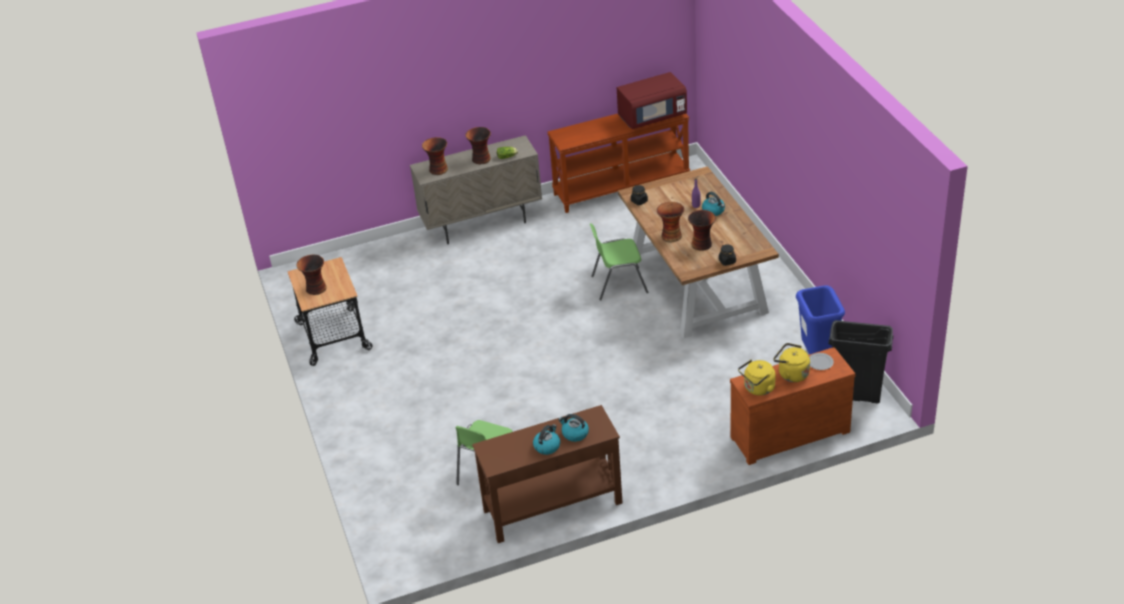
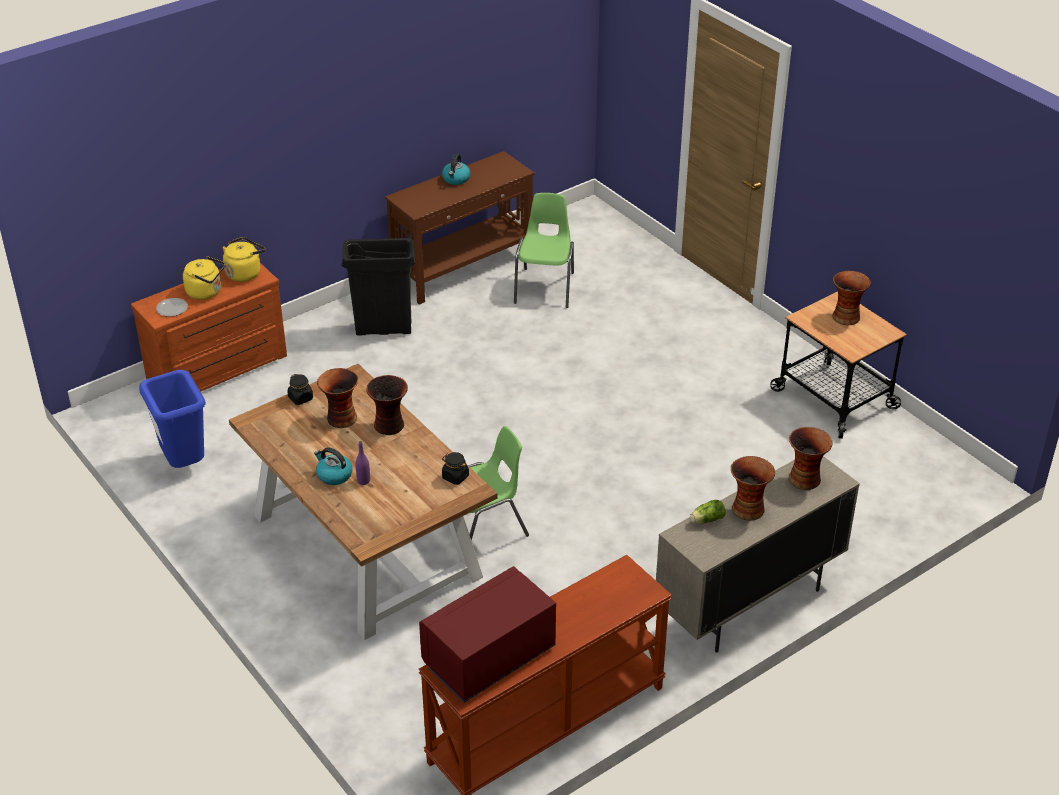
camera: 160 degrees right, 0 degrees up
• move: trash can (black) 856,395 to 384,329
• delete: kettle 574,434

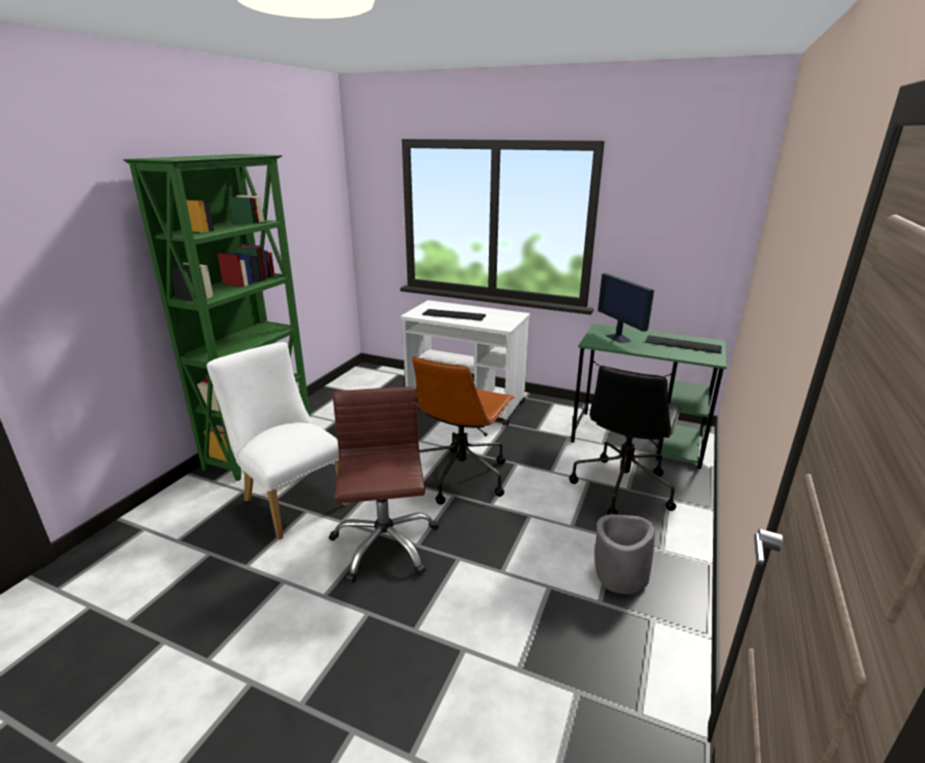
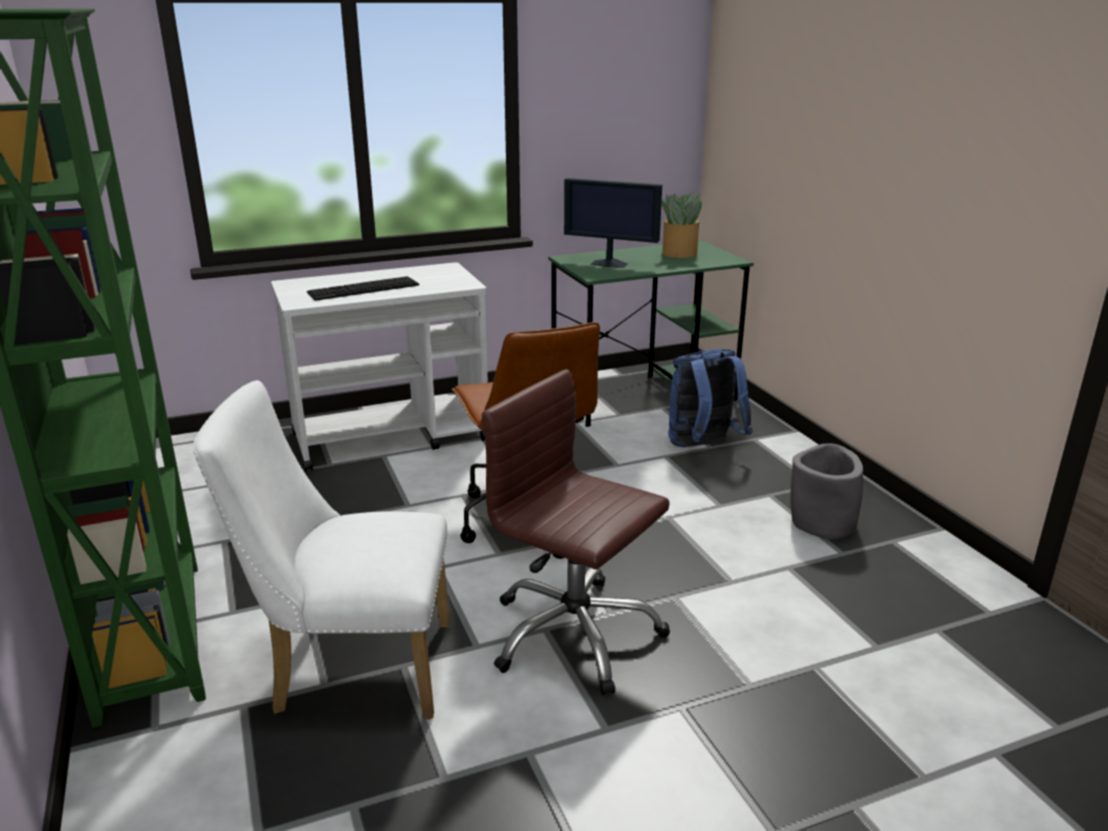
camera: 45 degrees left, 0 degrees up
• replace: keyboard 683,344 to potted plant 678,253
• replace: office chair (black) 622,487 to backpack (blue) 702,447

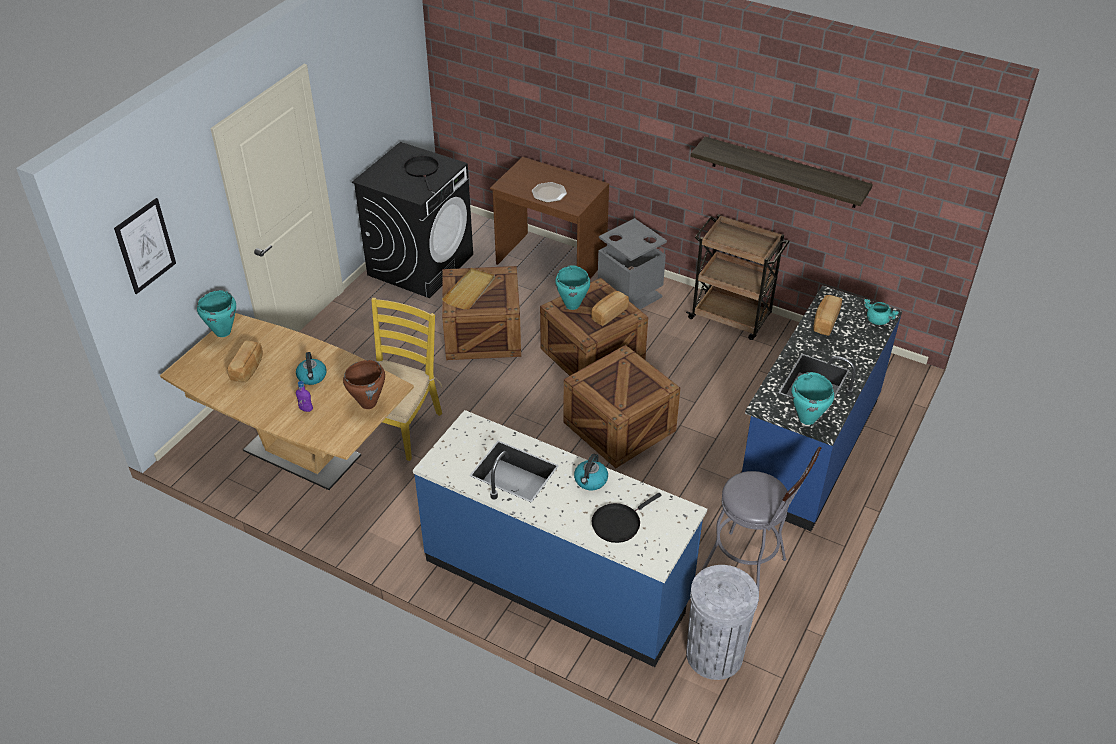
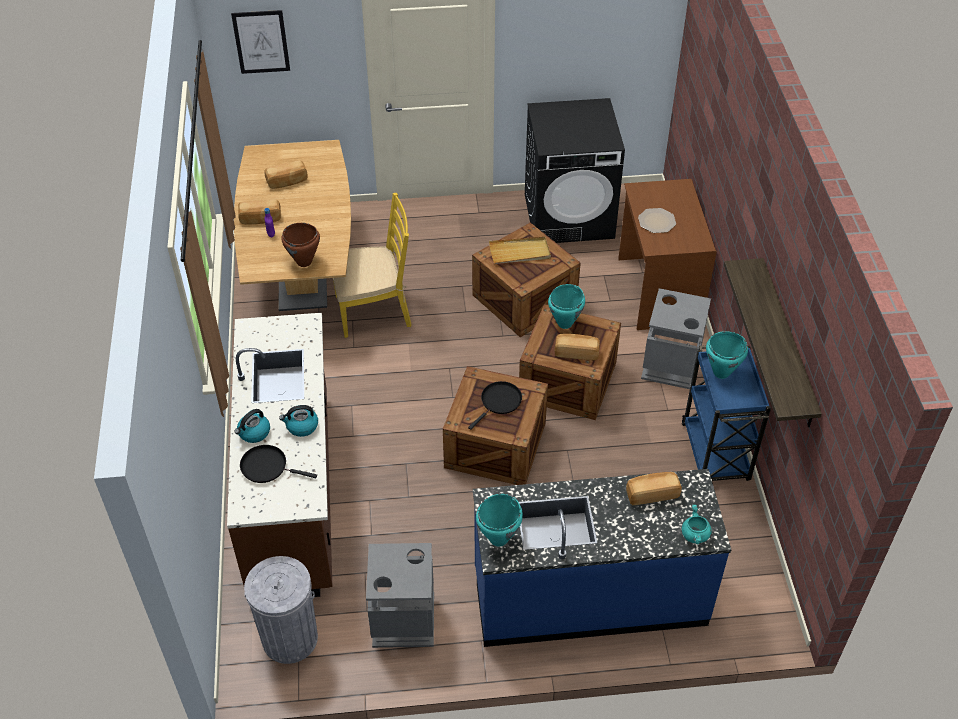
camera: 55 degrees right, 5 degrees up
• recolor: counter (blue) 557,579 to counter (brown) 293,493
• move: kettle 312,377 to 254,433
• insert: bread 260,219
• replace: stool (grey) 750,569 to trash can (grey) 403,620
• move: frying pan (black) 422,170 to 499,402
• recolor: cart (brown) 731,317 to cart (blue) 715,454
• move: cooking pot (turquoise) 222,332 to 721,372

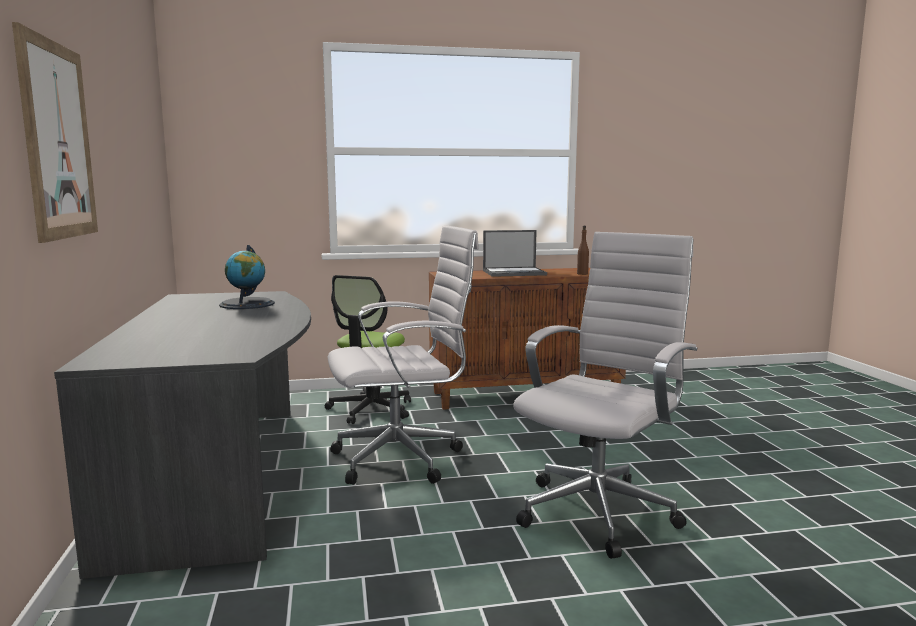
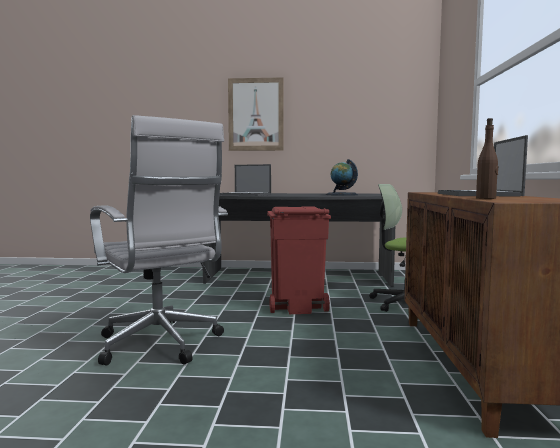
camera: 105 degrees right, 5 degrees down
• insert: laptop 246,195
• replace: office chair (white) 403,459 to trash can (red) 296,306

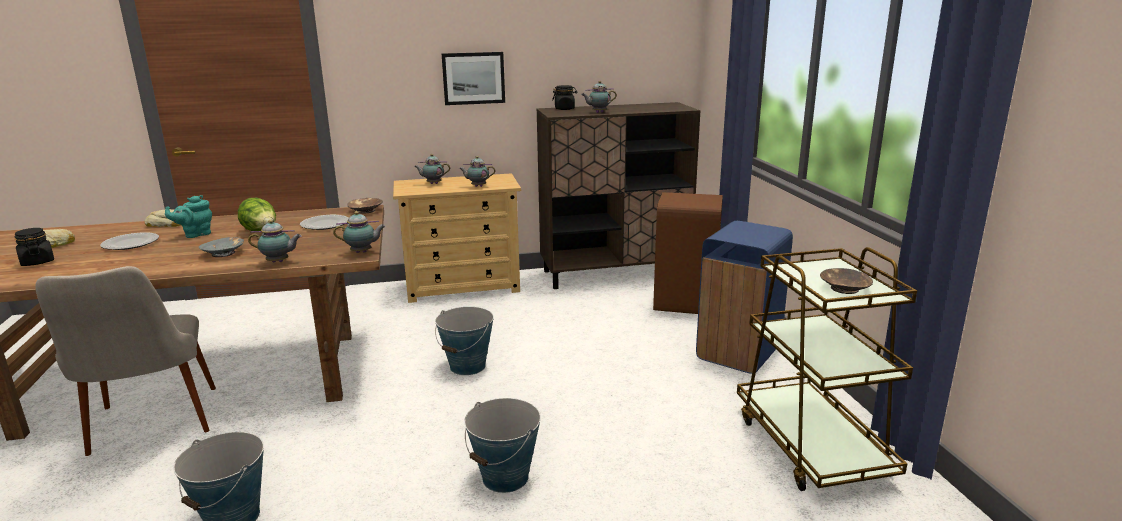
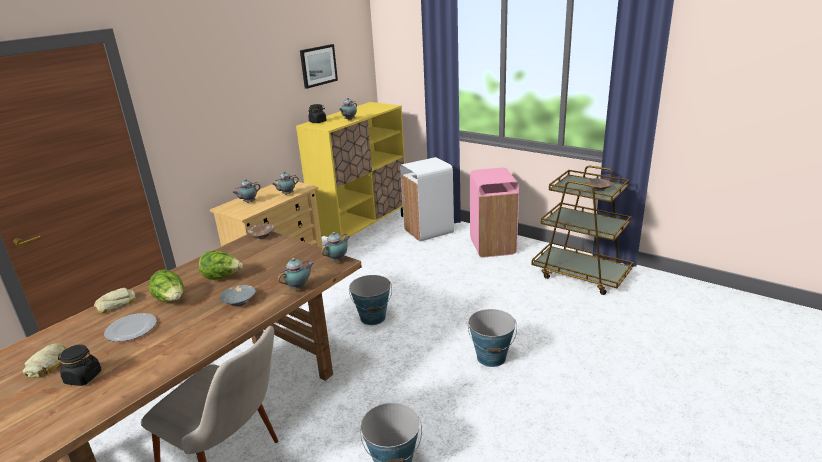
camera: 40 degrees left, 5 degrees up
• replace: teapot (turquoise) 195,234 to lettuce 171,300
• recolor: cabinet (brown) 615,273 to cabinet (yellow) 362,229
• move: picture 473,78 to 318,66
• recolor: trash can (brown) 685,304 to trash can (white) 429,231
• recolor: trash can (blue) 739,352 to trash can (pink) 493,246
• delete: plate 324,224

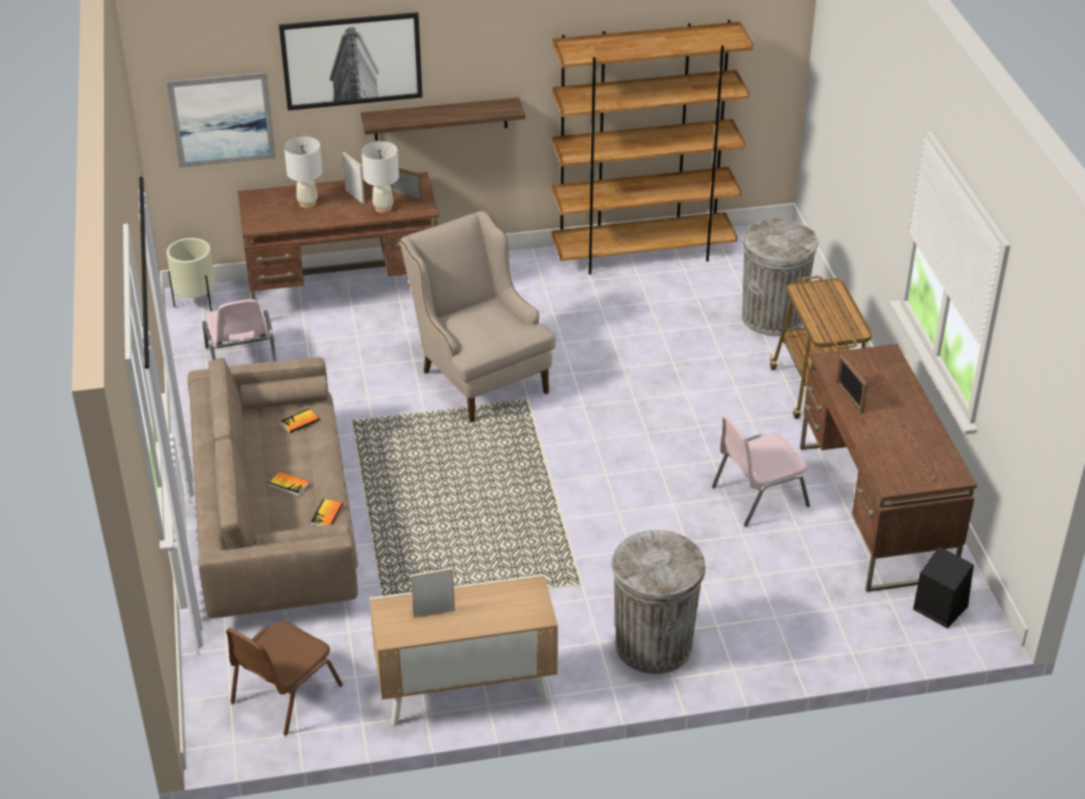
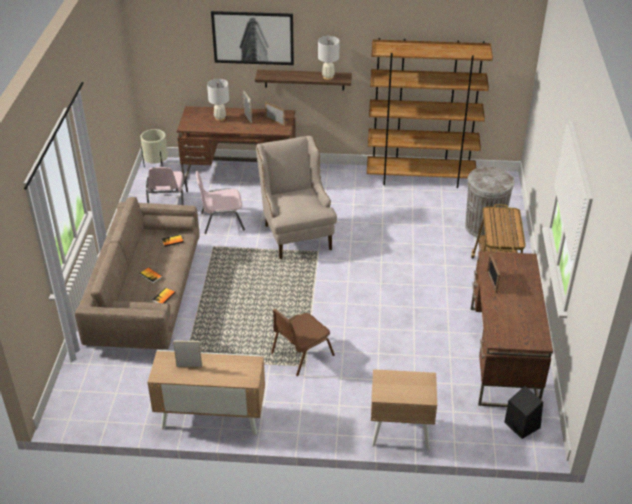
camera: 15 degrees right, 0 degrees up
• move: chair (pink) 758,496 to 221,221
• move: chair (brown) 284,694 to 301,354
• move: table lamp (white) 383,208 to 328,77
• insert: nightstand (beige) 400,431
• delete: picture 222,119
• delete: trash can (grey) 654,645

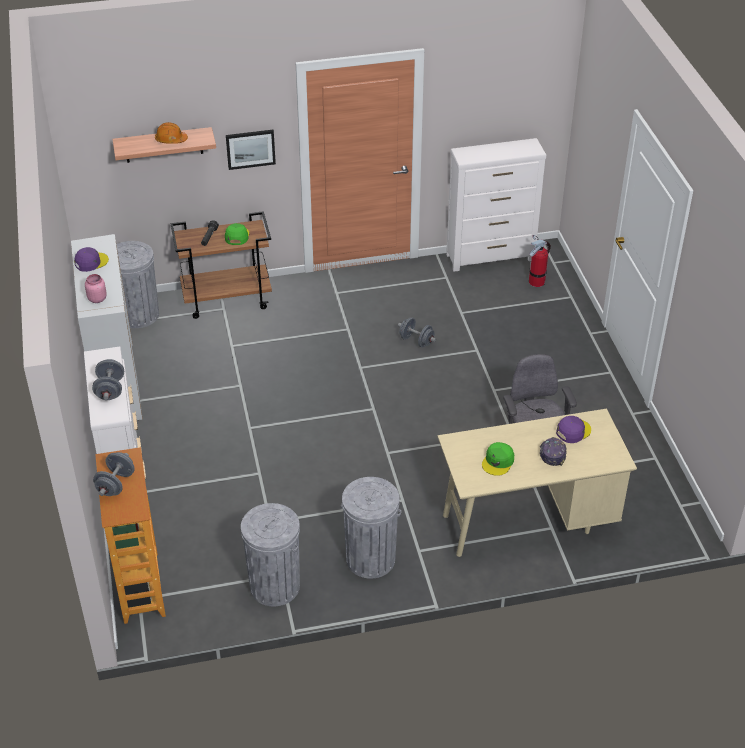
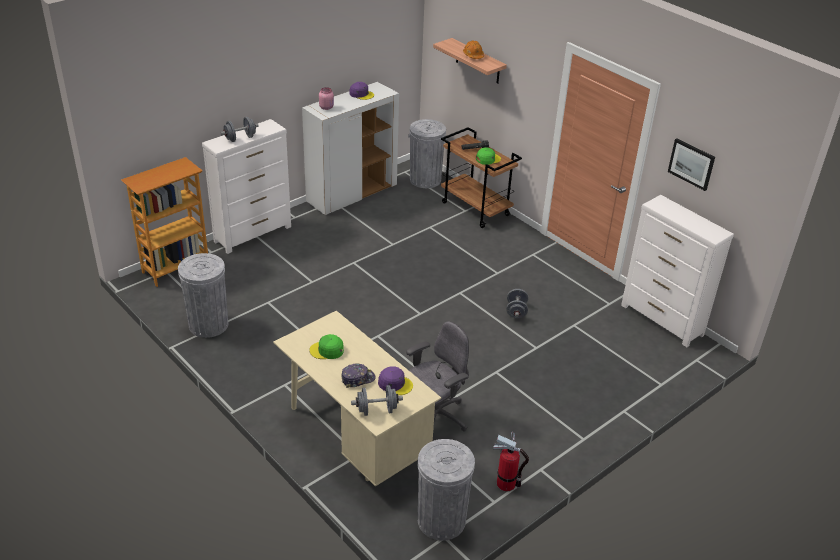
camera: 60 degrees right, 5 degrees down
• move: dumbbell (grey) 115,484 to 377,410
• move: trash can (grey) 370,559 to 441,520
• move: fire extinguisher 536,281 to 506,483
• move: picture 250,149 to 691,164

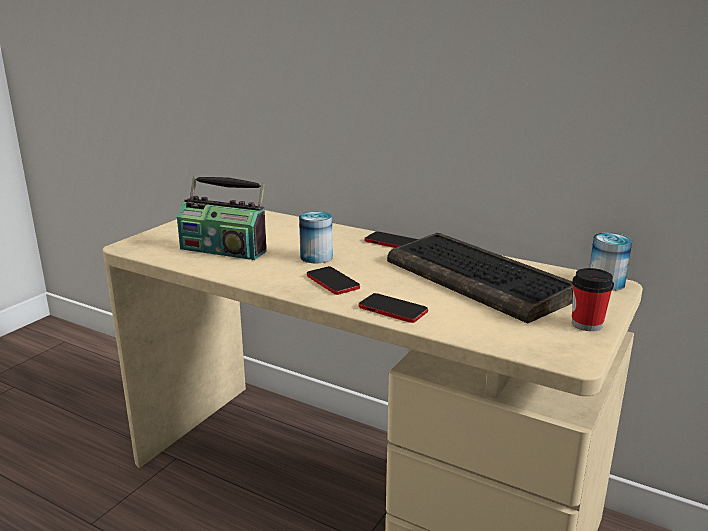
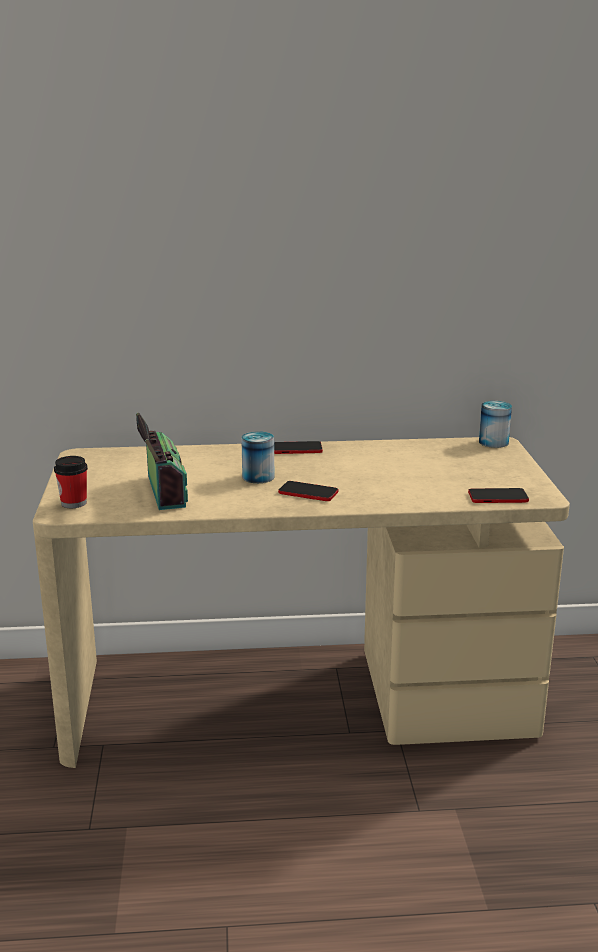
camera: 35 degrees left, 0 degrees up
• move: cup 586,324 to 74,503
• rotate: radio 224,249 = 163,491 90 degrees counterclockwise
• move: phone 393,309 to 498,497
• delete: keyboard 481,279

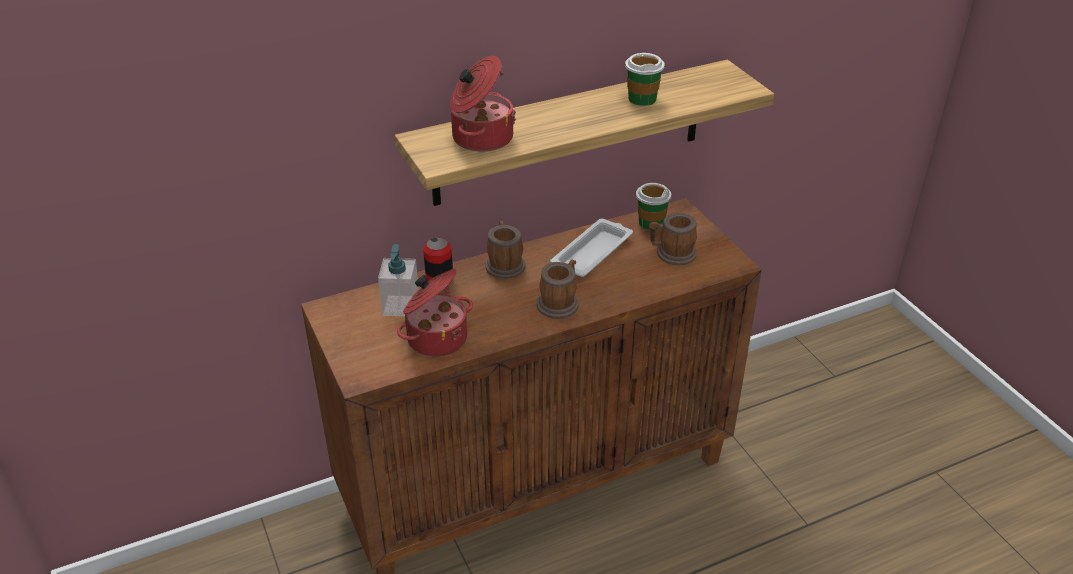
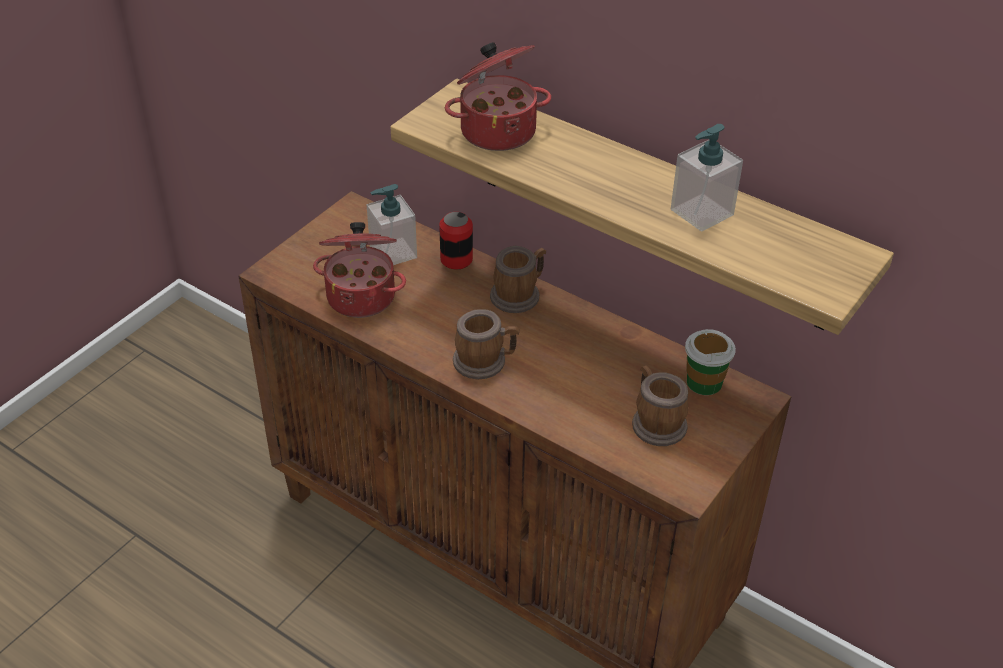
camera: 60 degrees right, 5 degrees up
• replace: cup 642,99 to soap dispenser 701,212
• delete: tray (white) 593,252

